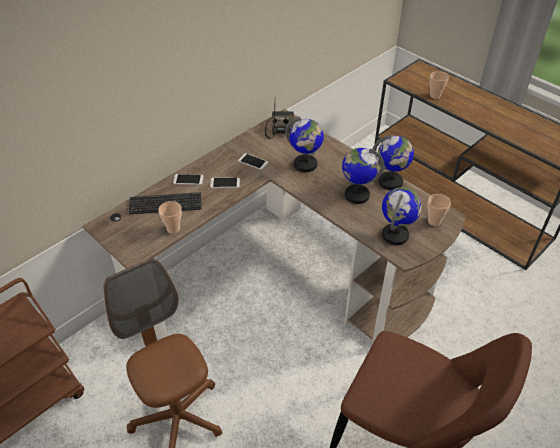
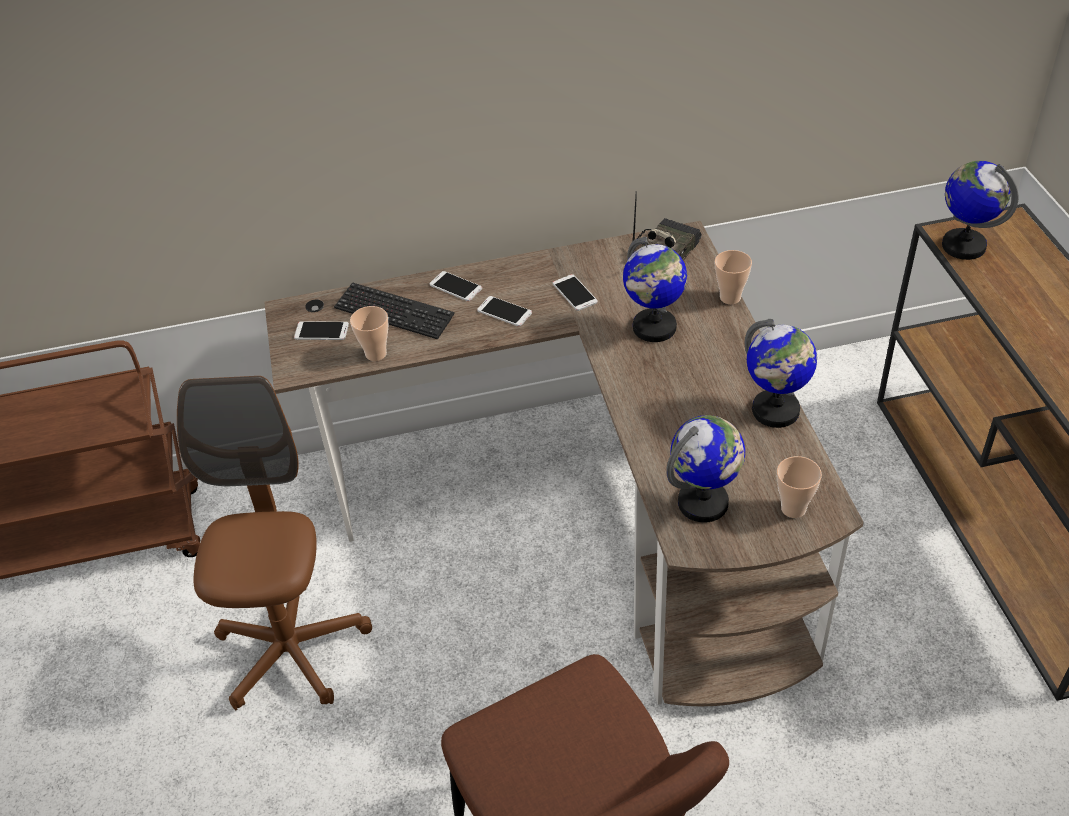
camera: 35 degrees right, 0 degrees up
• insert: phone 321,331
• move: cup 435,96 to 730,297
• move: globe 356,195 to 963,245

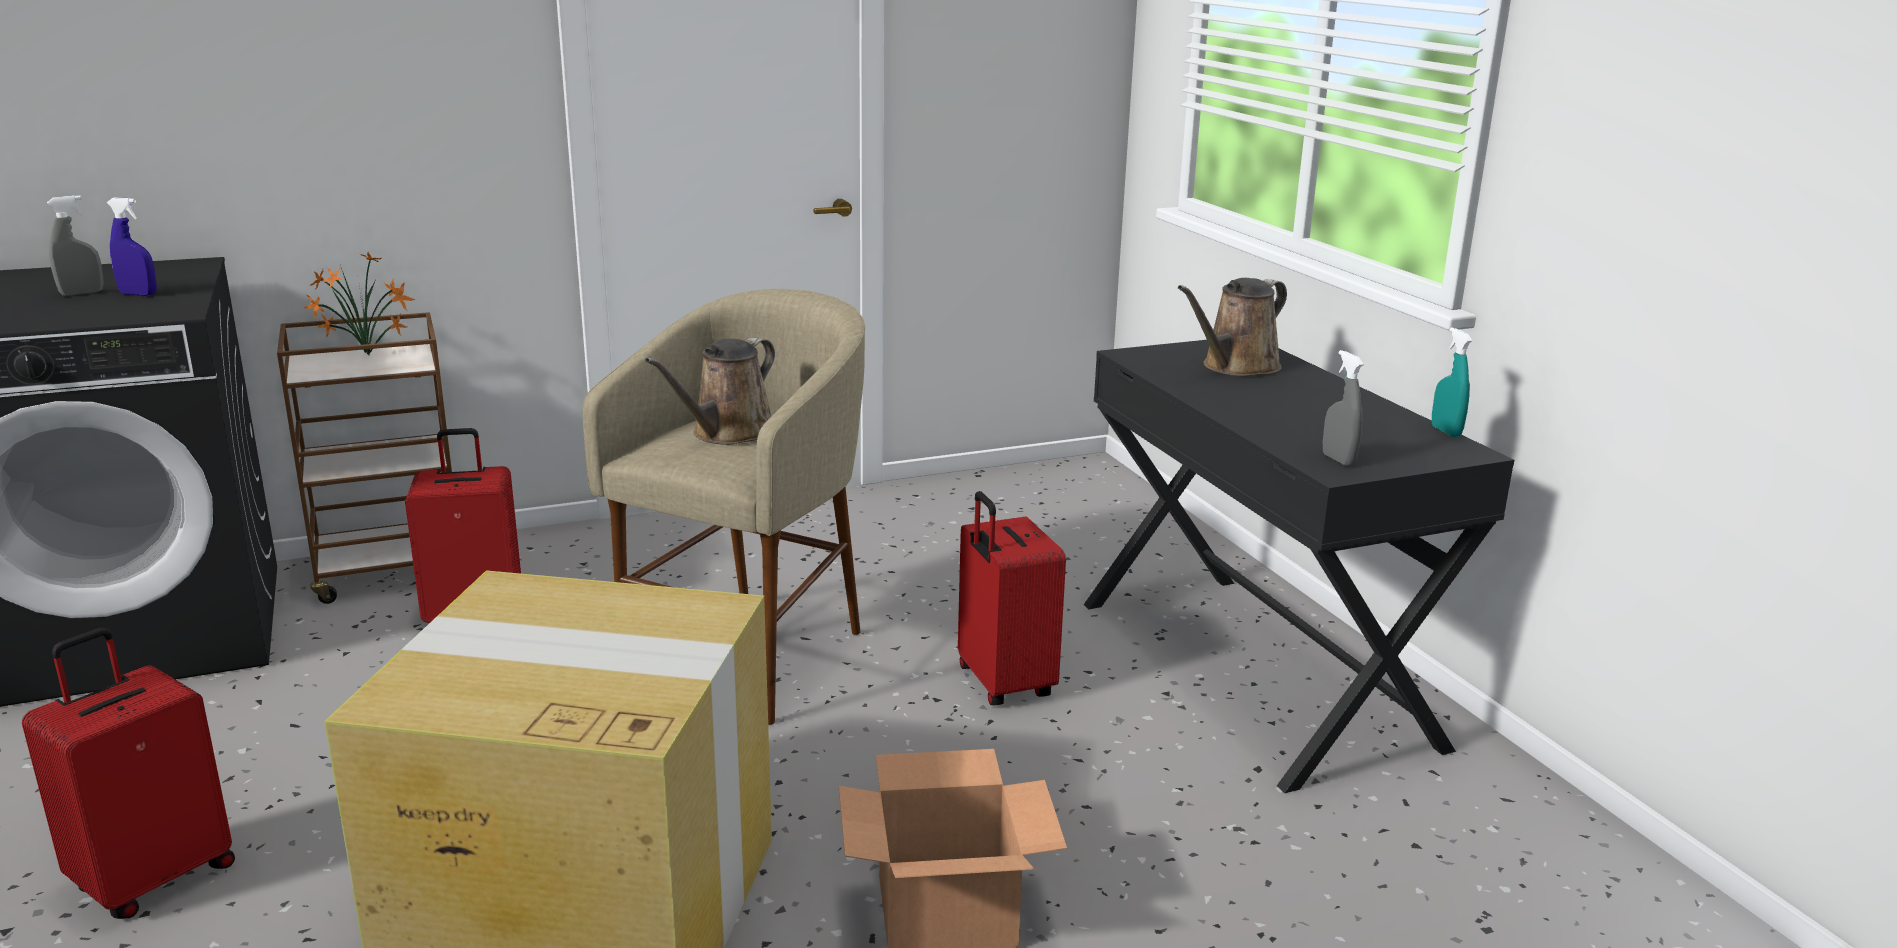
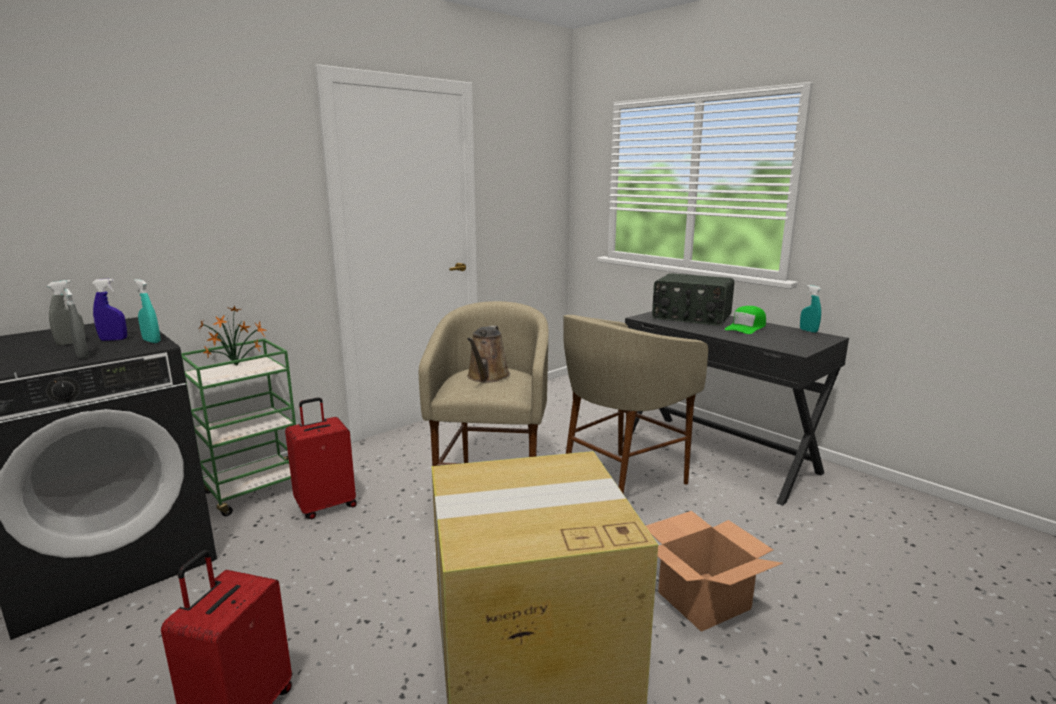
camera: 20 degrees left, 5 degrees down
• move: spray bottle (grey) 1338,460 to 82,356
• insert: spray bottle (turquoise) 151,341
• recolor: cart (brown) 393,572 to cart (green) 255,491
• replace: suitcase (red) 1002,684 to stool (beige) 621,483
• replace: watering can (brown) 1236,367 to radio 691,317
• insert: cap (green) 746,327

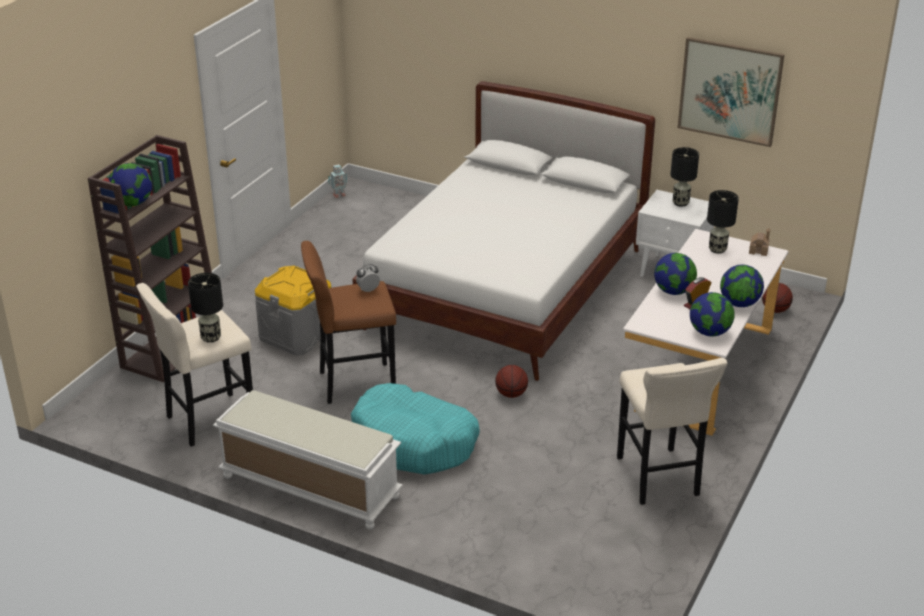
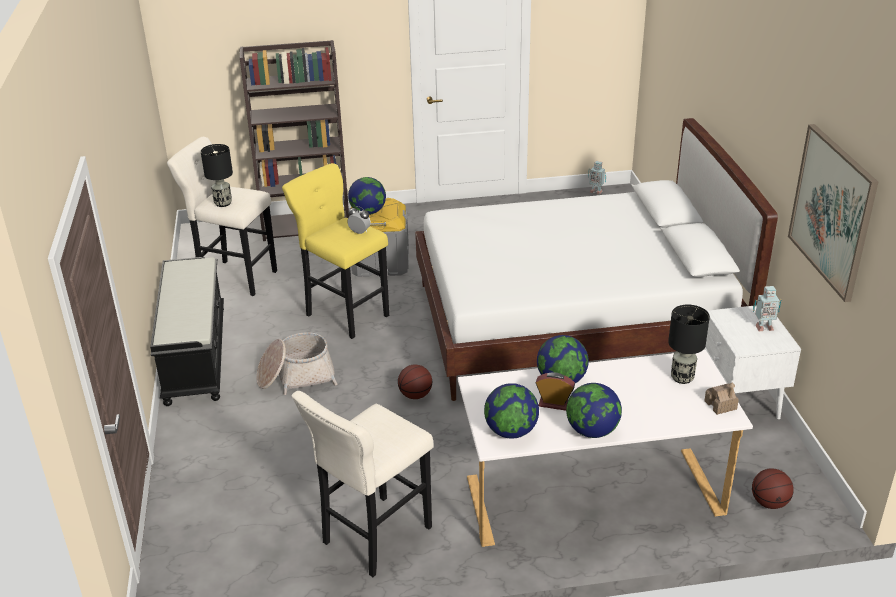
camera: 55 degrees right, 0 degrees up
• recolor: bench (white) 308,487 to bench (black) 194,354
• replace: dog bed (turquoise) 414,442 to basket 296,376
• recolor: stool (brown) 352,383 to stool (yellow) 345,313
• move: globe 133,203 to 368,212
• replace: table lamp (black) 680,203 to toy robot 763,327

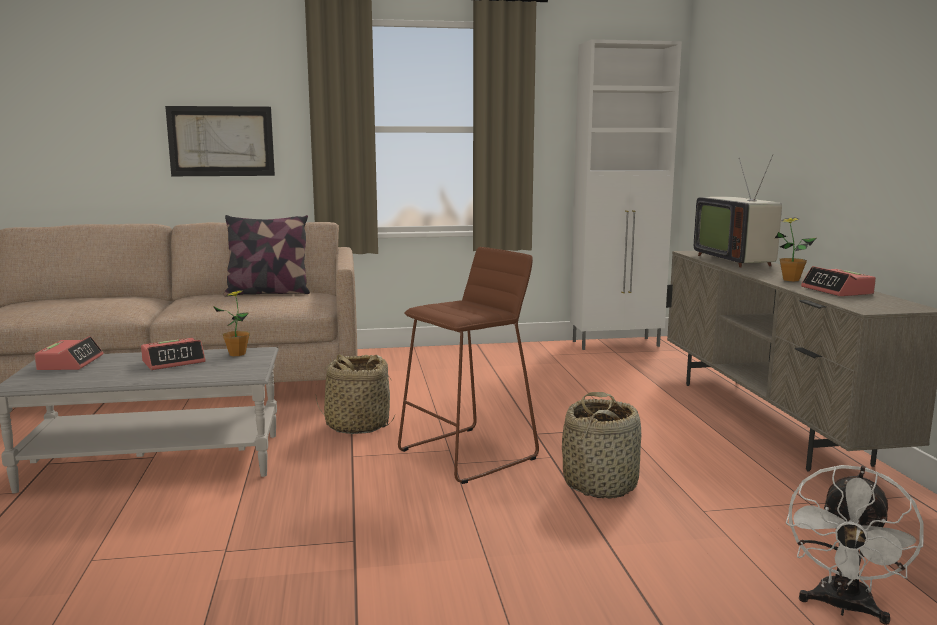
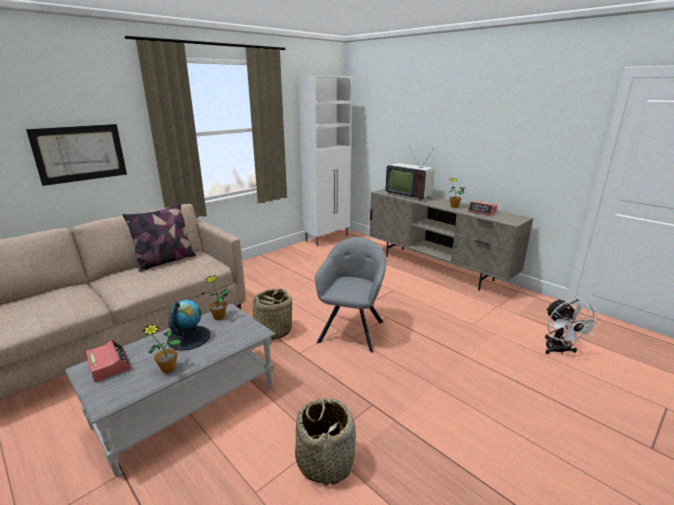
camera: 35 degrees left, 10 degrees up
• insert: potted plant 168,369
• replace: alarm clock 174,362 to globe 189,337
• move: basket 600,484 to 325,461
• replace: stool (brown) 468,454 to armchair (grey) 352,329

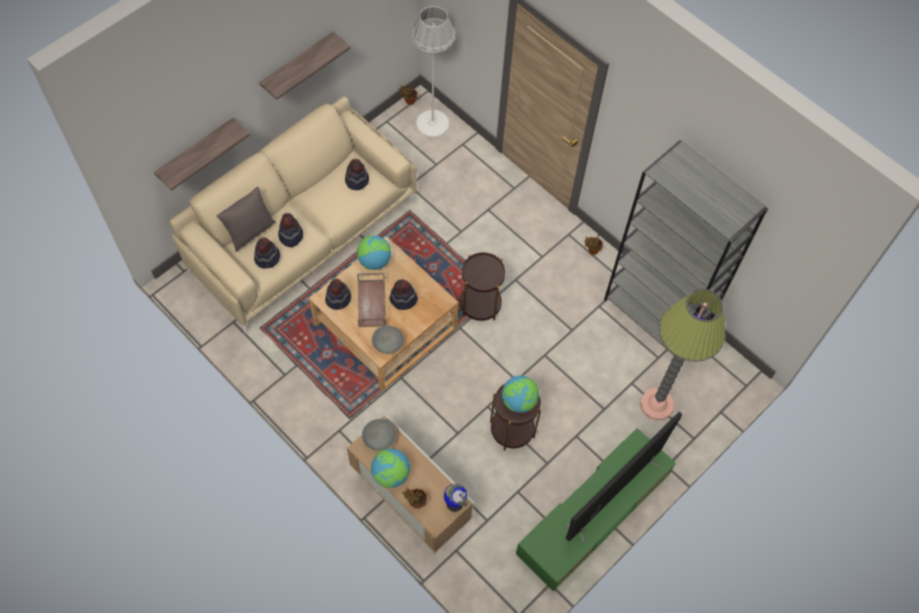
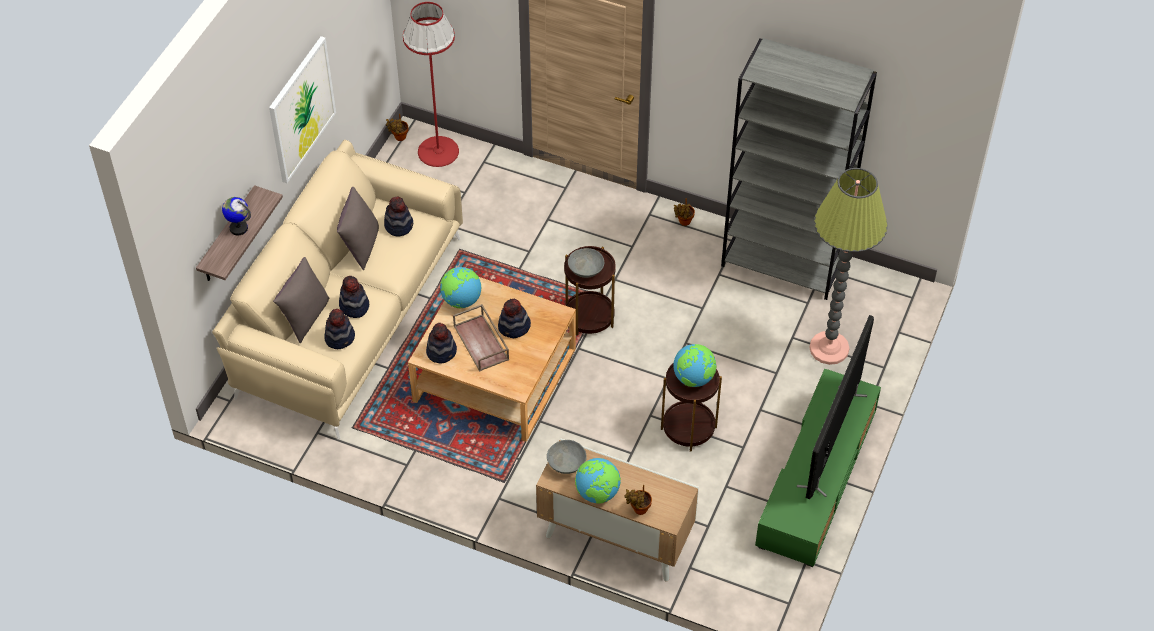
camera: 20 degrees left, 10 degrees down
• move: globe 454,503 to 238,228
• replace: shelf 298,65 to picture 301,109
• insert: pillow (grey) 360,247
• recolor: floor lamp (white) 432,123 to floor lamp (red) 438,151
• move: bowl (grey) 388,344 to 586,270

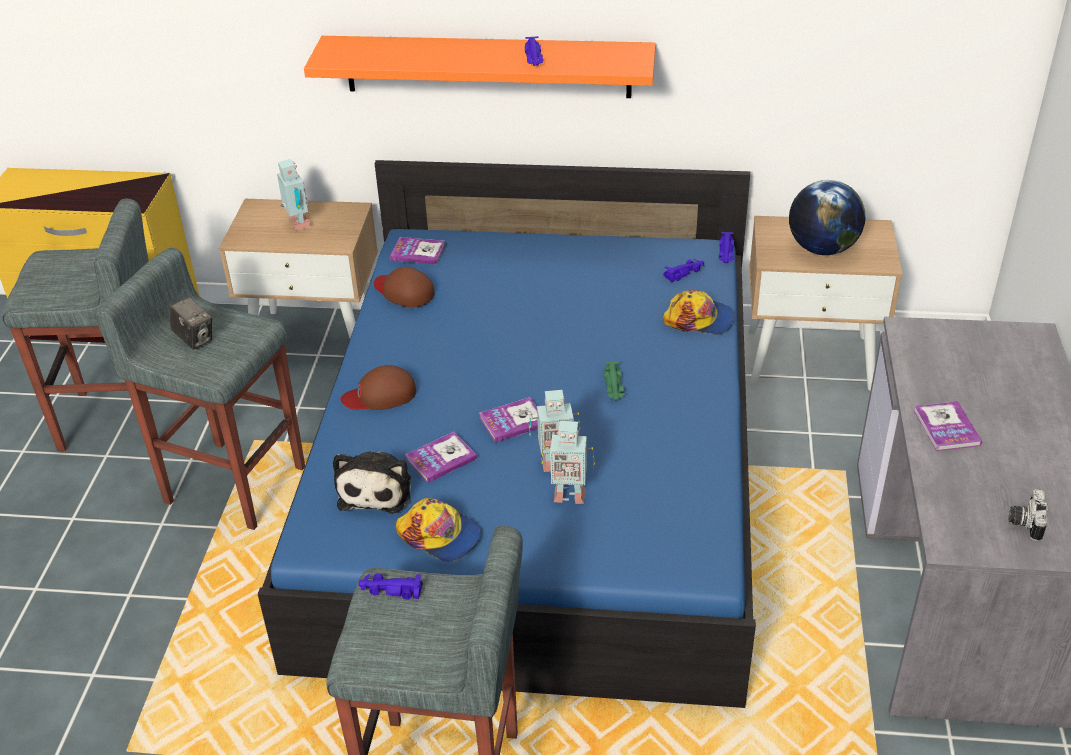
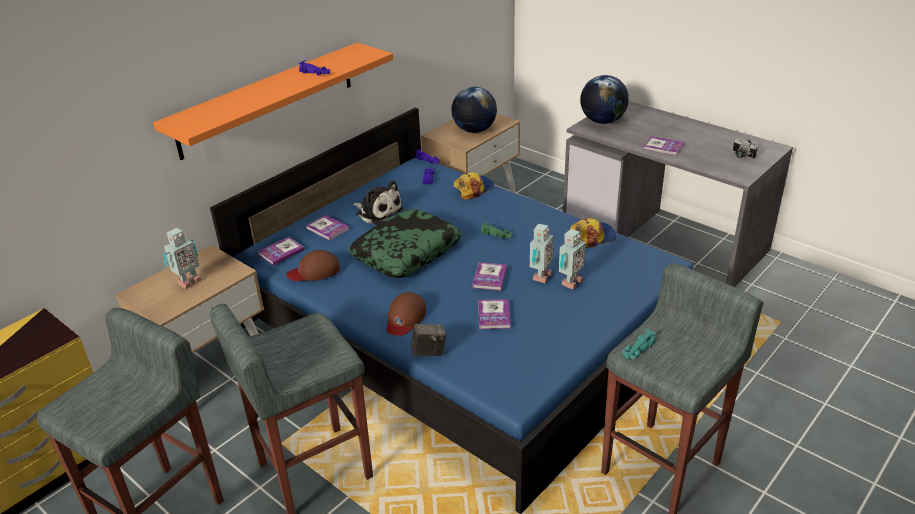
camera: 55 degrees left, 5 degrees down
• rotate: toy robot 297,225 = 188,282 120 degrees clockwise
• insert: book 327,229
• insert: pillow 406,252
• move: plush toy 377,489 to 377,212
• move: photo camera 195,339 to 429,352
• move: cap 439,535 to 592,237
• insert: globe 602,121
• recolor: toy car (purple) 390,589 to toy car (turquoise) 637,350

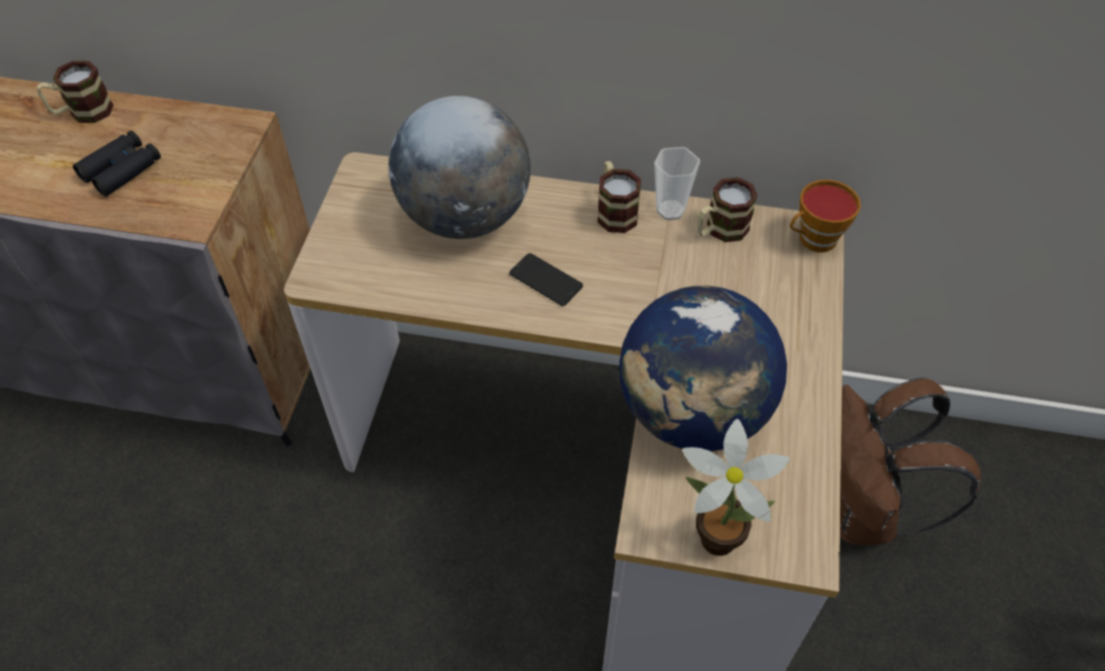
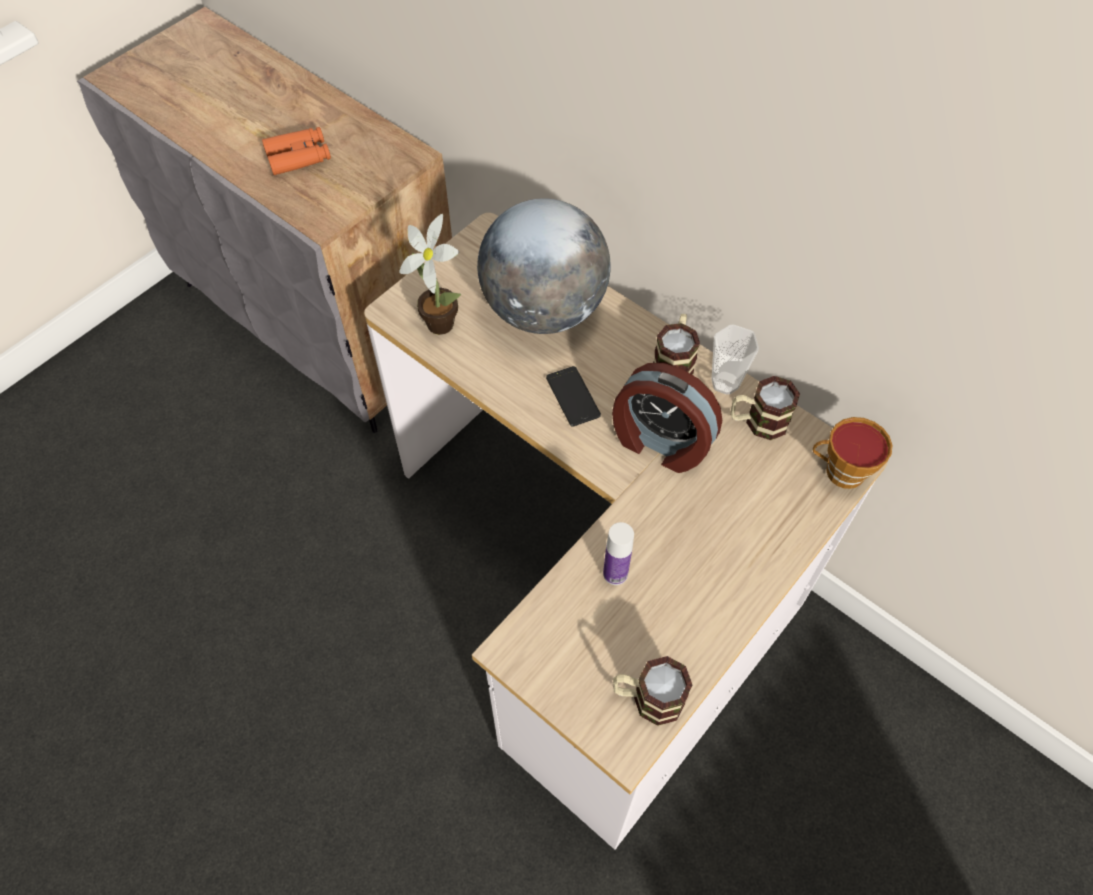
camera: 30 degrees right, 5 degrees up
• recolor: binoculars (black) 122,170 to binoculars (orange) 298,157
• move: potted plant 712,535 to 439,320
• replace: globe 692,413 to bottle 615,573
• insert: alarm clock 660,442
• move: mug 83,112 to 647,698
• delete: backpack (brown) 861,510

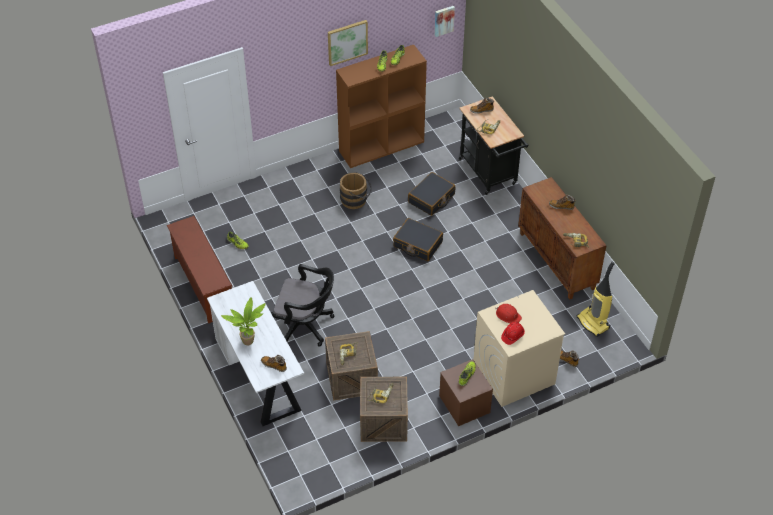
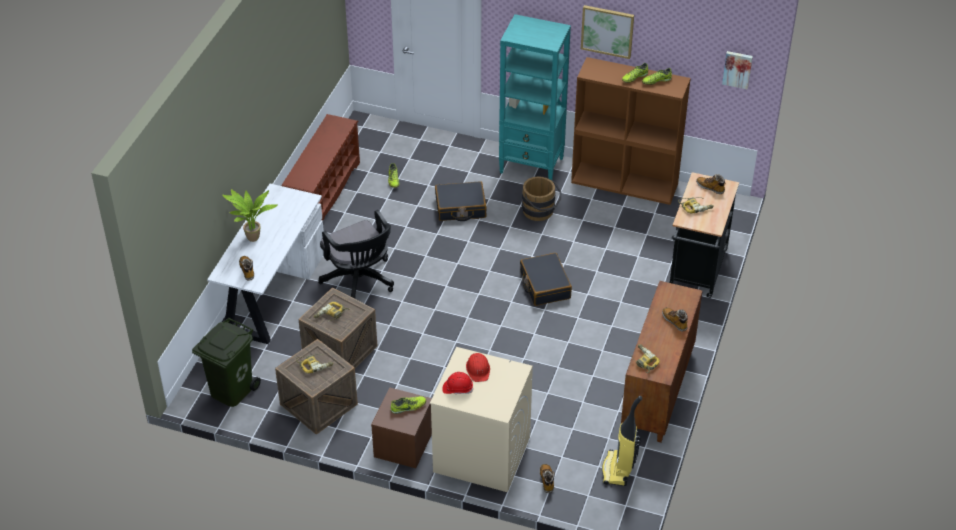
camera: 45 degrees right, 5 degrees down
• insert: trash can (green) 231,390
• move: suitcase (black) 431,199 to 460,208
• insert: bookcase (turquoise) 532,166

